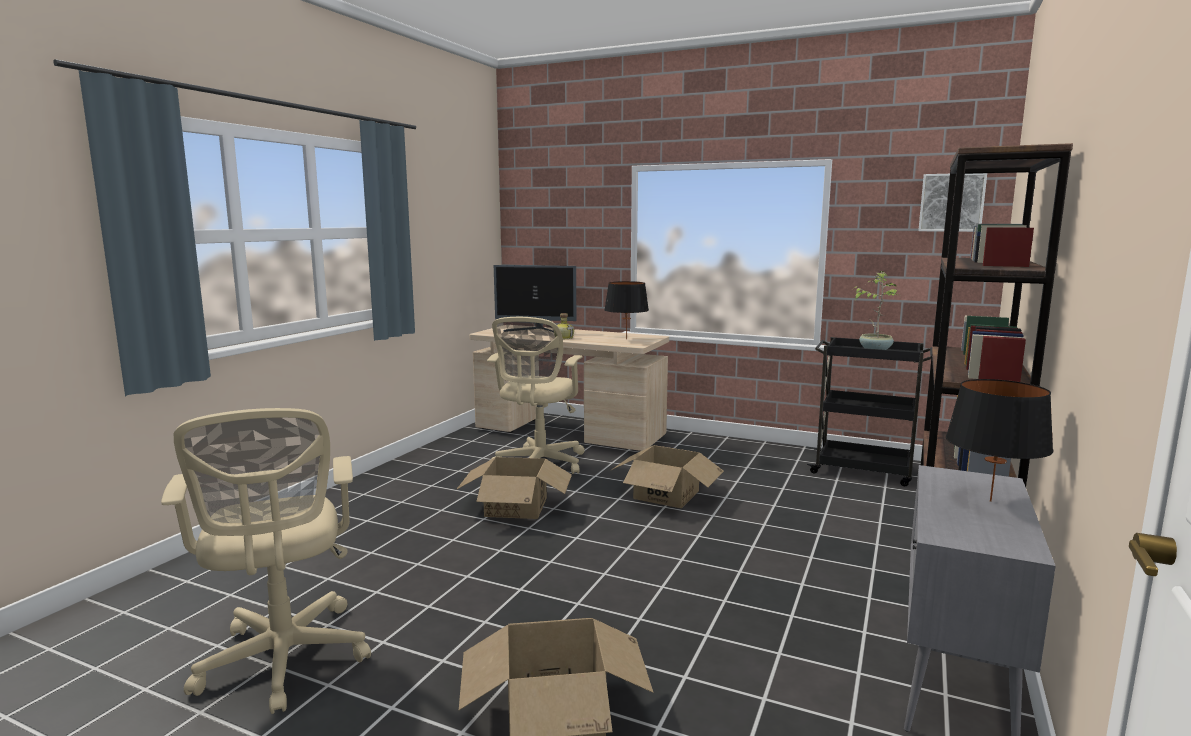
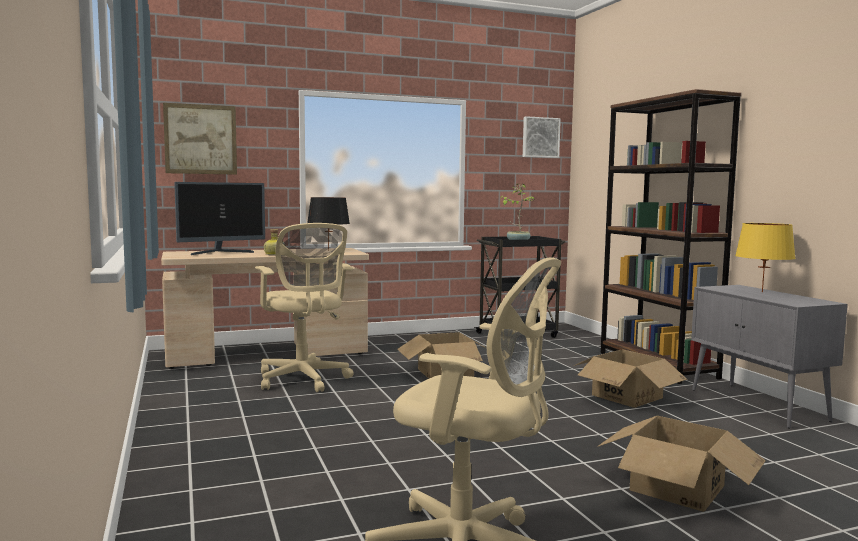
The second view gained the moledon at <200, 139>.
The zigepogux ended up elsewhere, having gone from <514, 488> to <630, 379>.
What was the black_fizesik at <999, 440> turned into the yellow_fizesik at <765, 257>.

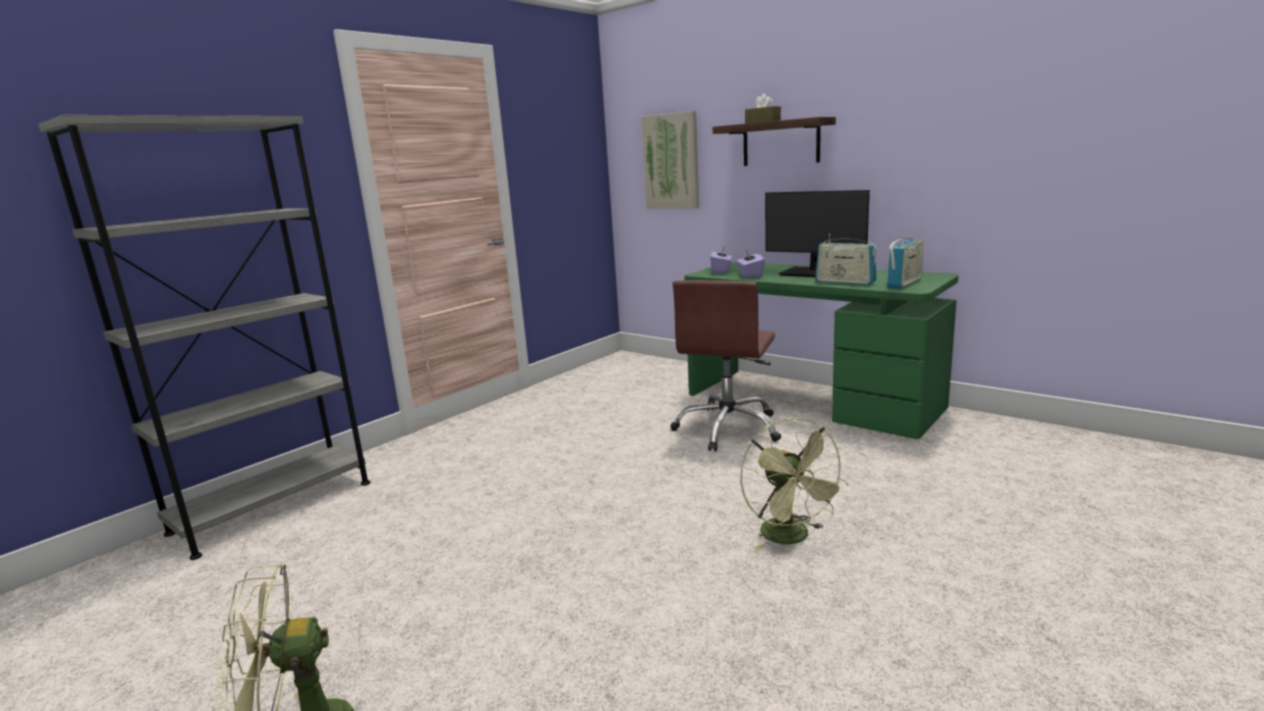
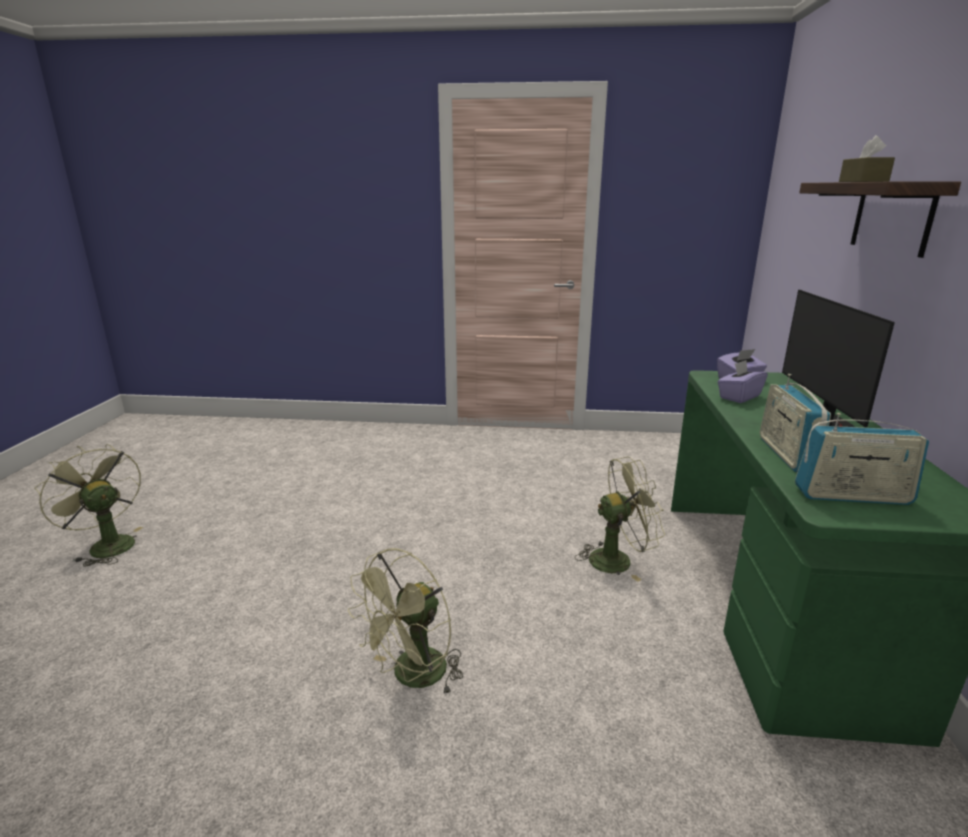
The second view lost the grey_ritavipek at <204, 337>.
The second view lost the moledon at <670, 160>.
Where the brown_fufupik stood at <725, 365>, the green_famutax came to stand at <620, 519>.

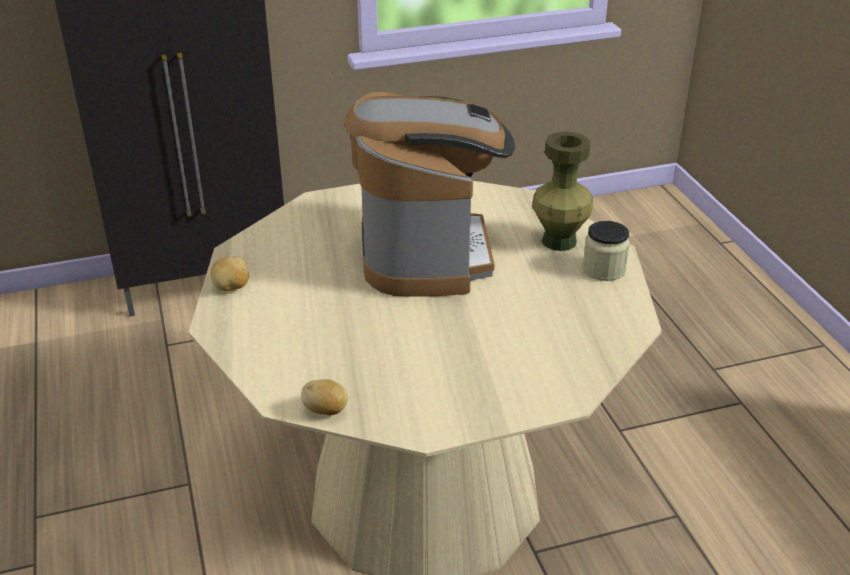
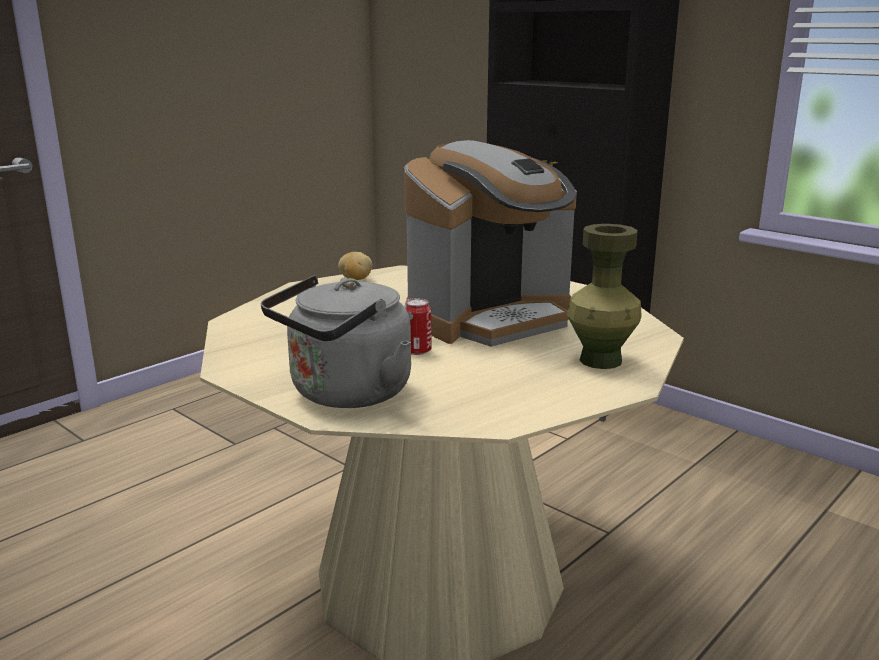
The second view lost the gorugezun at <324, 397>.
The second view lost the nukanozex at <606, 251>.
The second view gained the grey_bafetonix at <336, 341>.
The second view gained the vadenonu at <417, 326>.

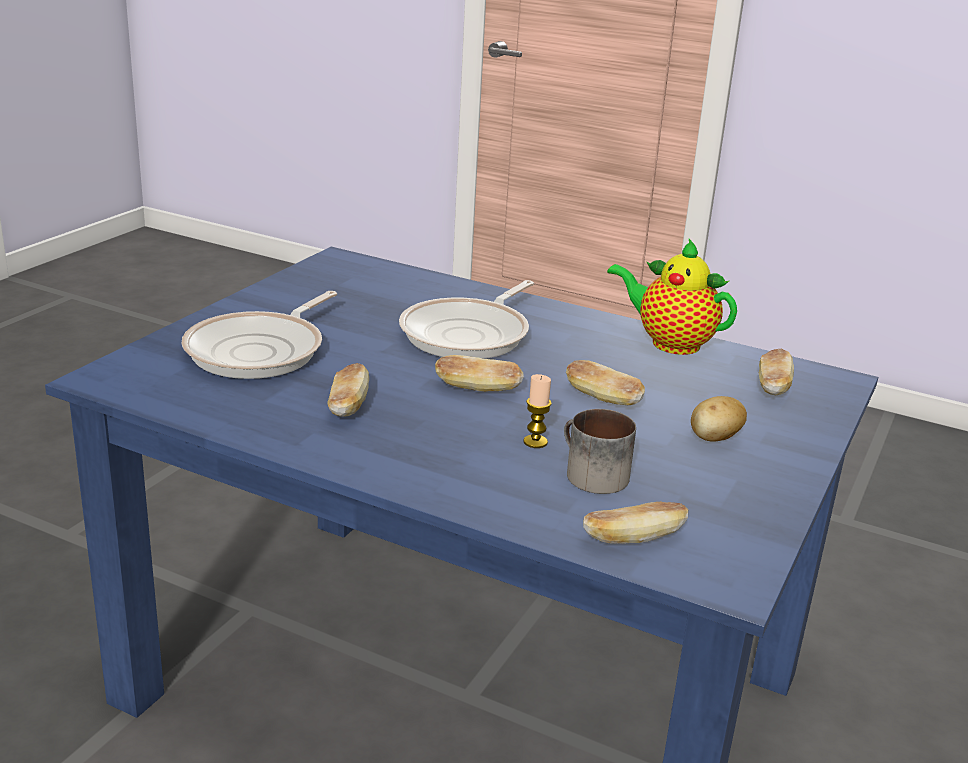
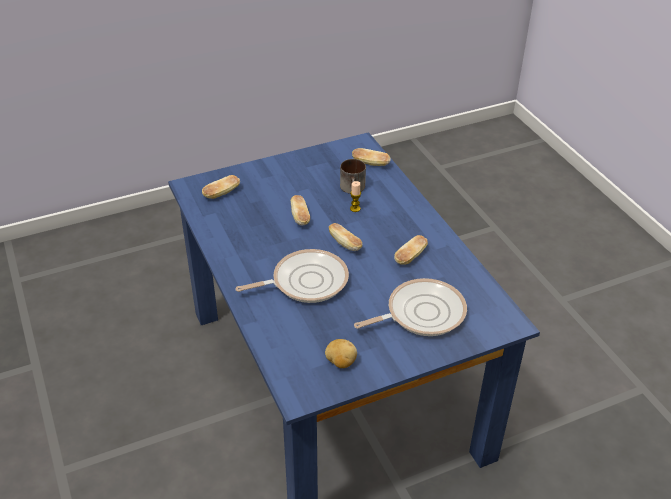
The second view lost the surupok at <672, 297>.
The gorugezun ended up elsewhere, having gone from <719, 419> to <341, 353>.

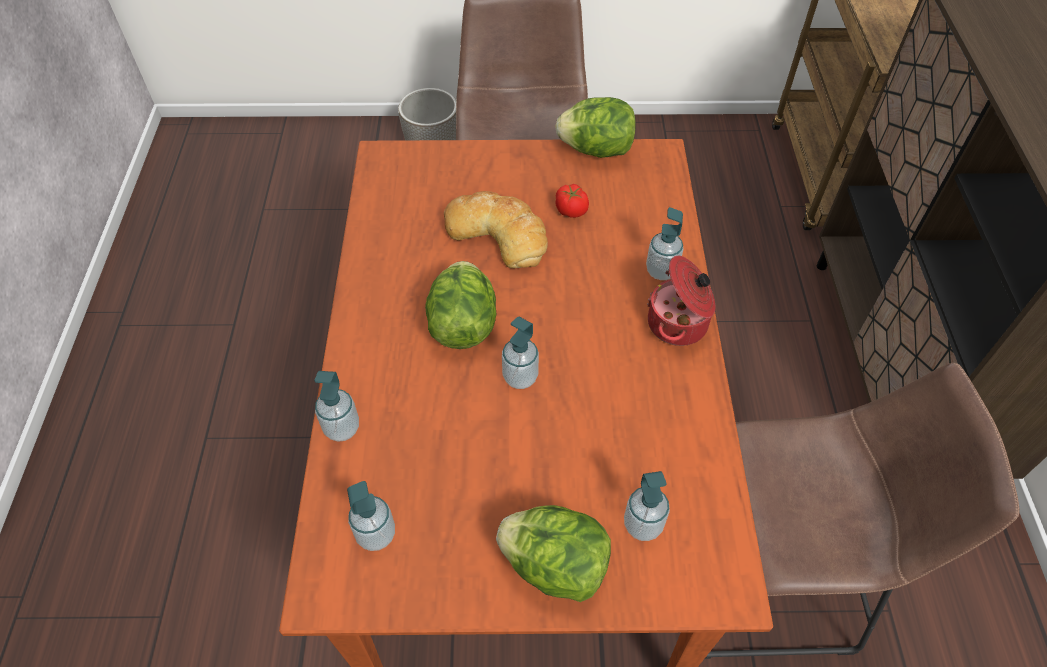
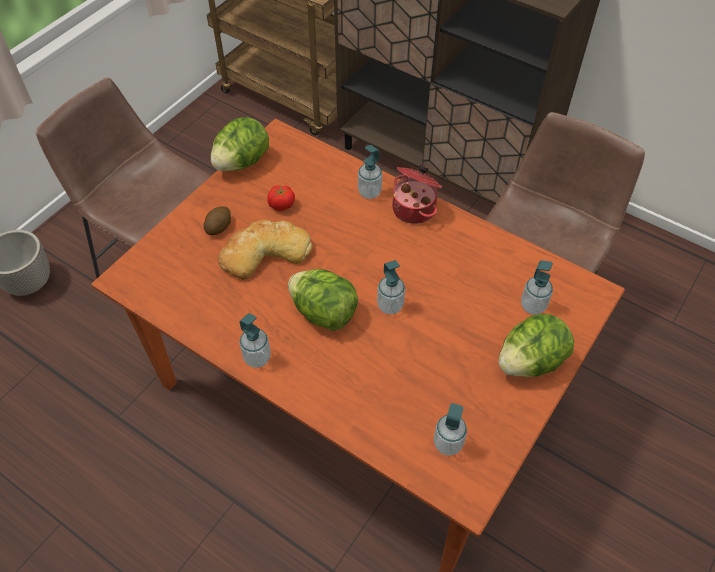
The second view gained the gorugezun at <217, 220>.
The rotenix ended up elsewhere, having gone from <336, 406> to <255, 340>.

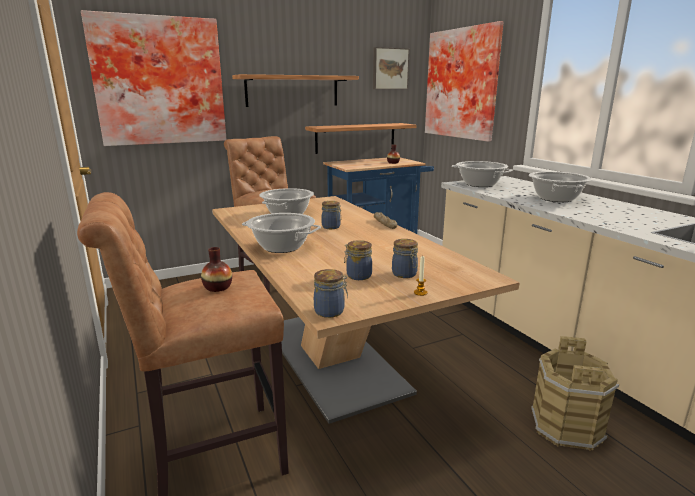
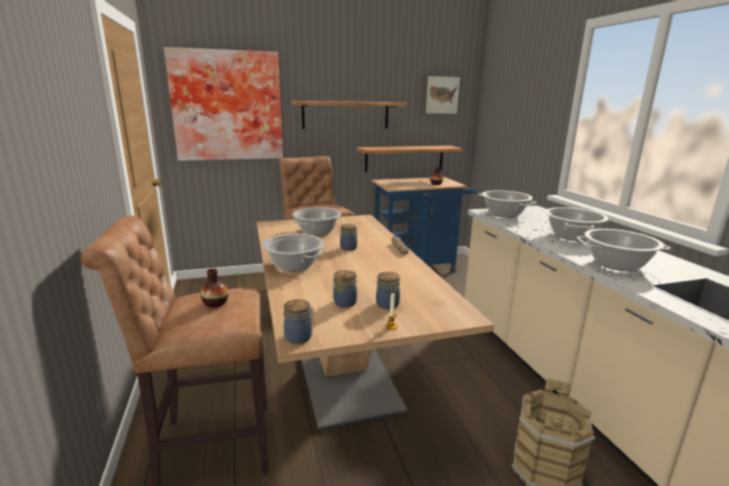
The second view lost the moledon at <464, 81>.
The second view gained the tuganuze at <624, 250>.

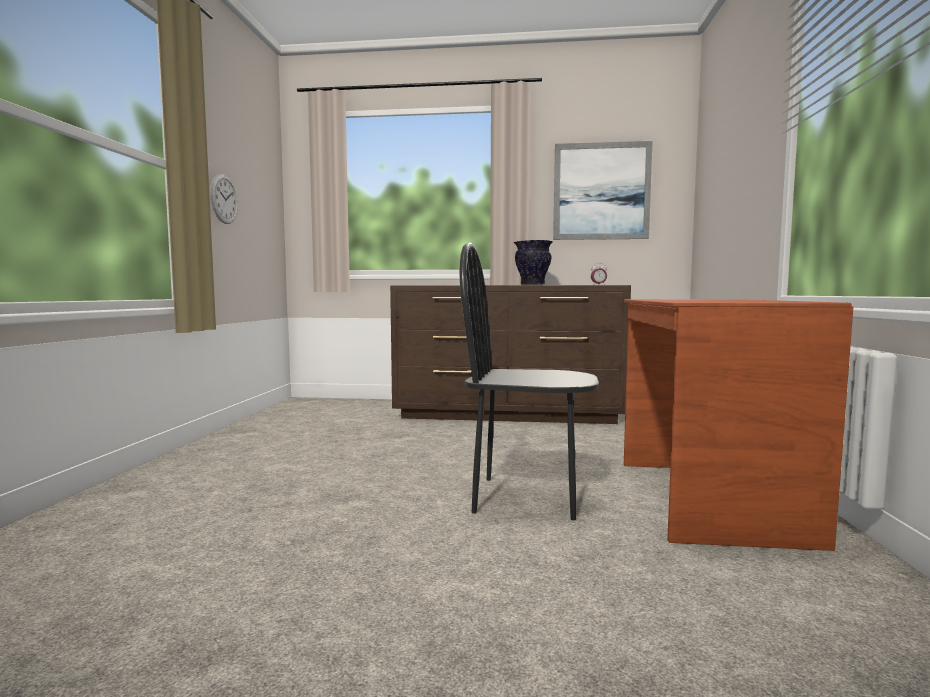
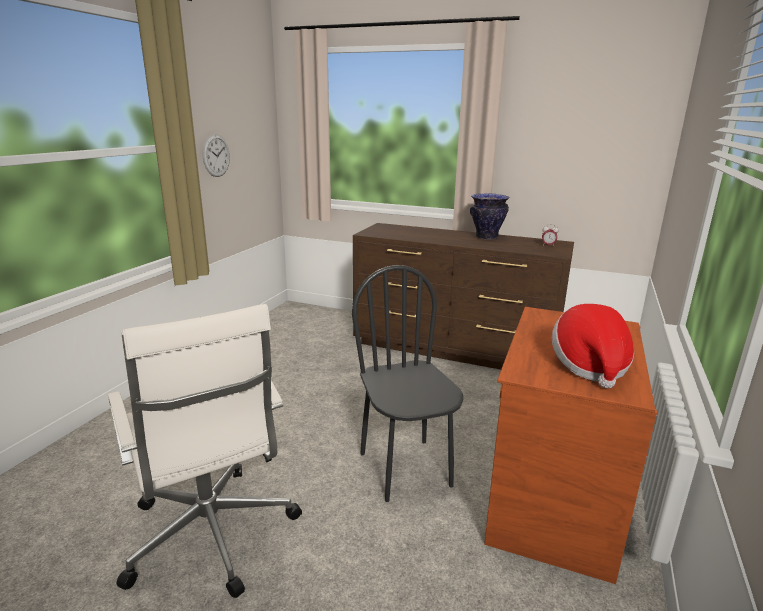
The second view lost the moledon at <603, 190>.
The second view gained the white_fufupik at <205, 451>.
The second view gained the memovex at <593, 346>.
The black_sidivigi at <529, 381> ended up facing another way, 45 degrees clockwise from before.

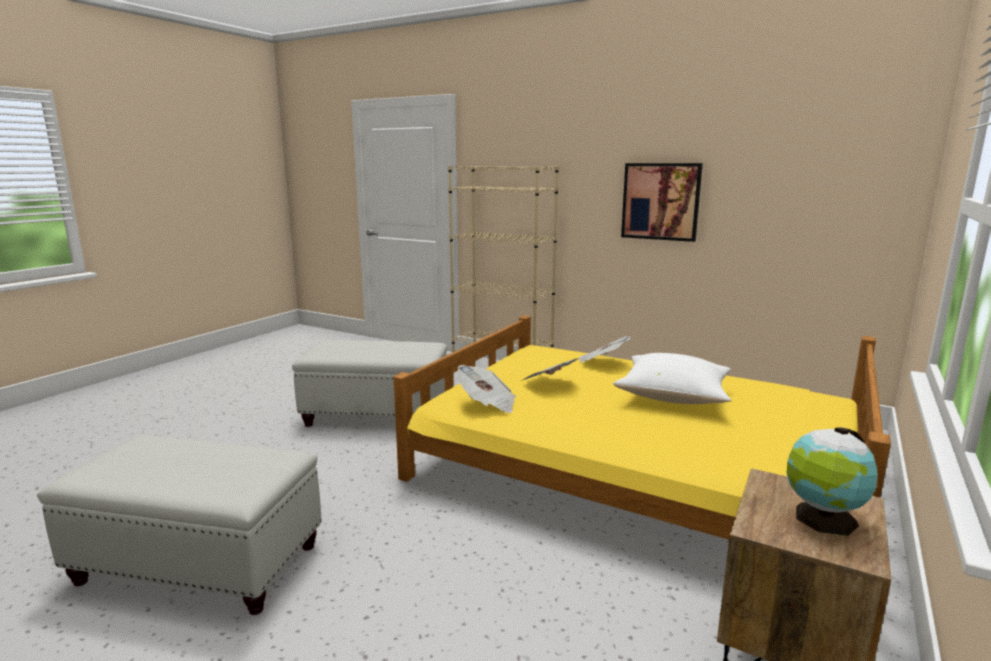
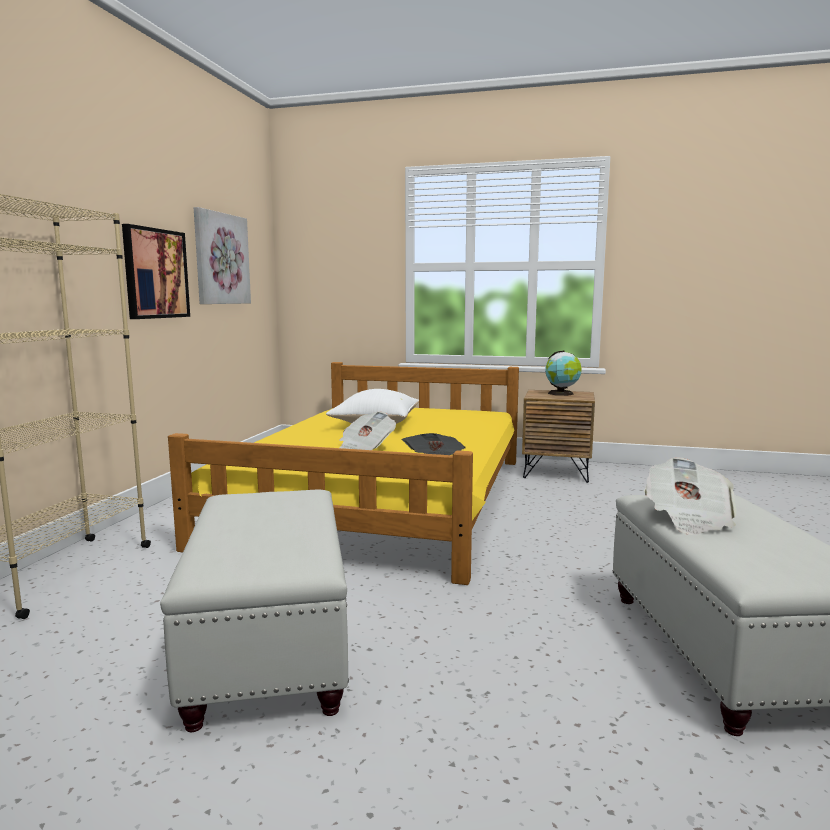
The second view gained the moledon at <222, 255>.
The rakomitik ended up elsewhere, having gone from <604, 349> to <690, 496>.

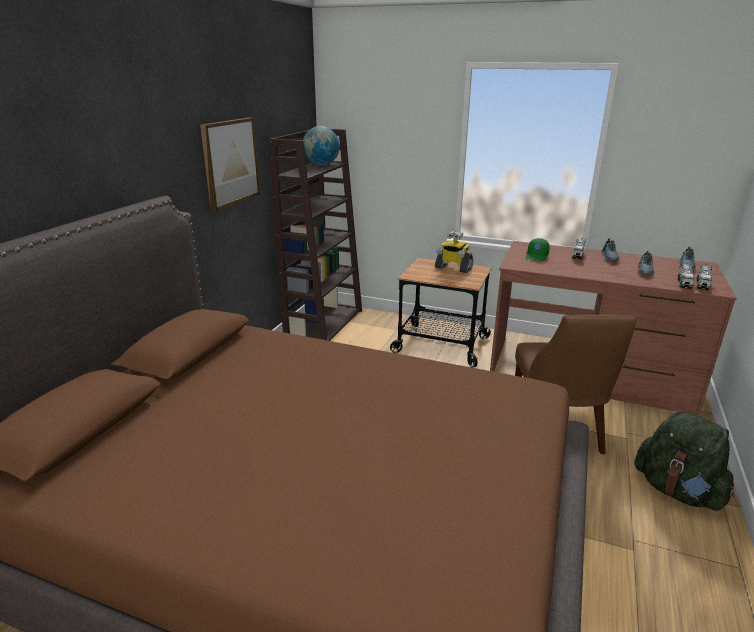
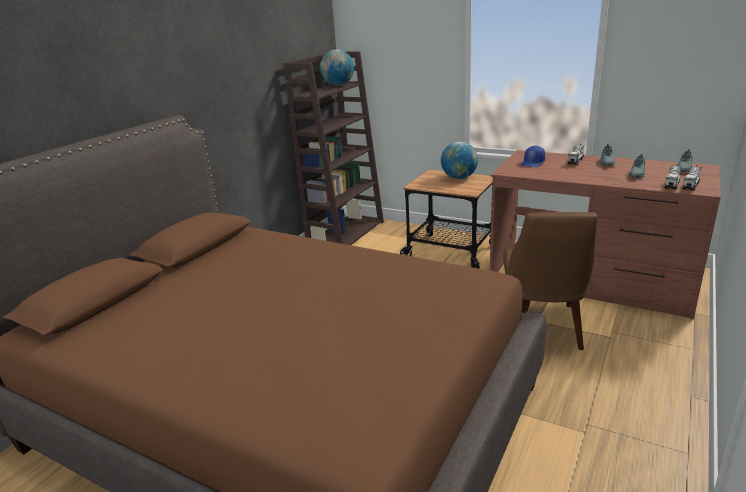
The second view lost the moledon at <230, 164>.
The second view lost the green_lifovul at <684, 461>.
Where the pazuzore stood at <454, 252>, the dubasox came to stand at <459, 160>.
What was the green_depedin at <538, 249> turned into the blue_depedin at <533, 156>.

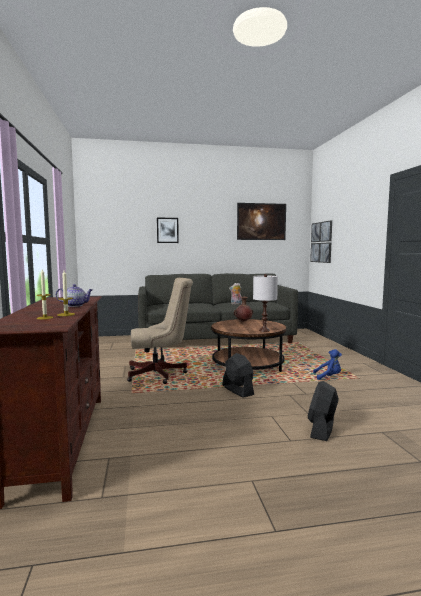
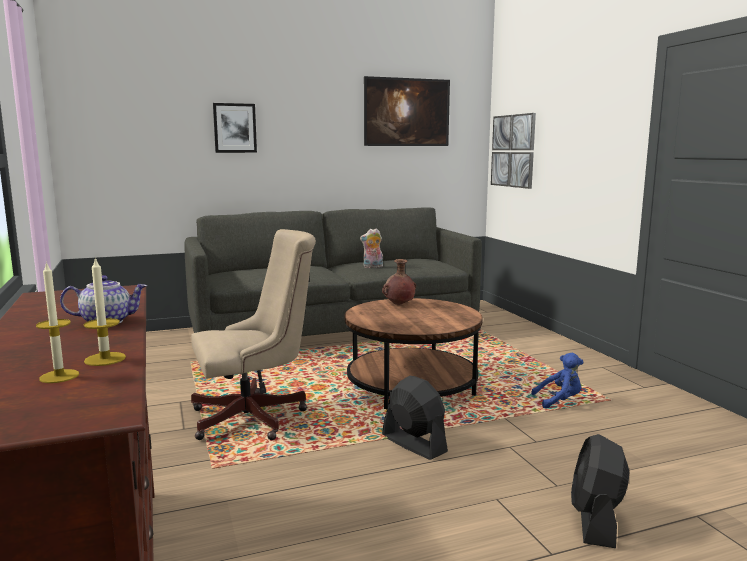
The second view lost the white_fizesik at <265, 303>.

